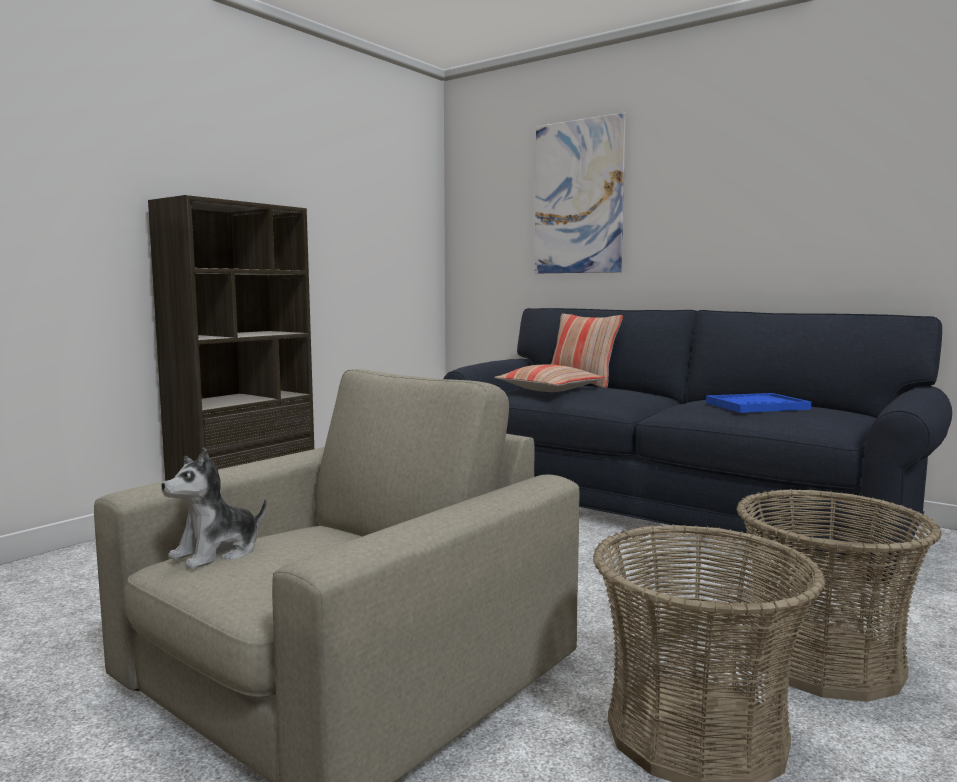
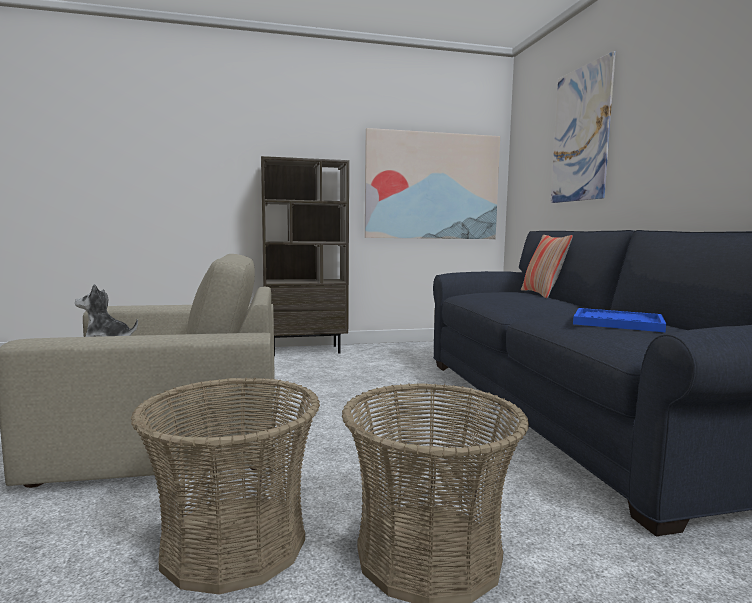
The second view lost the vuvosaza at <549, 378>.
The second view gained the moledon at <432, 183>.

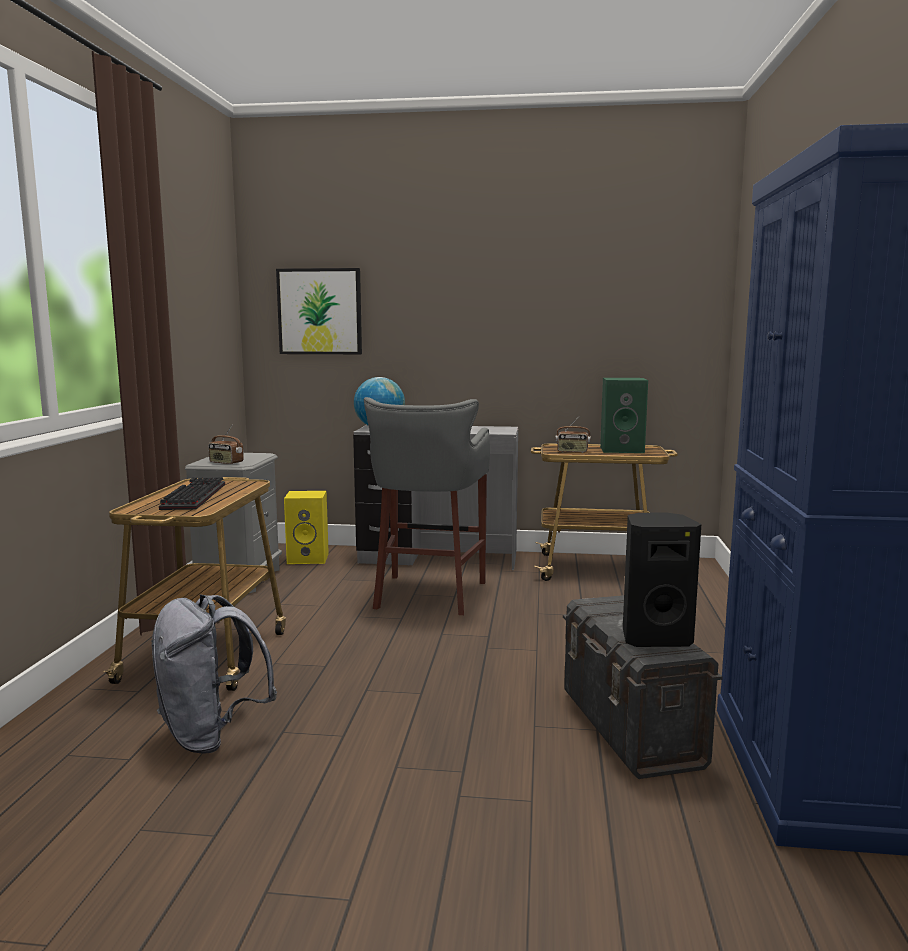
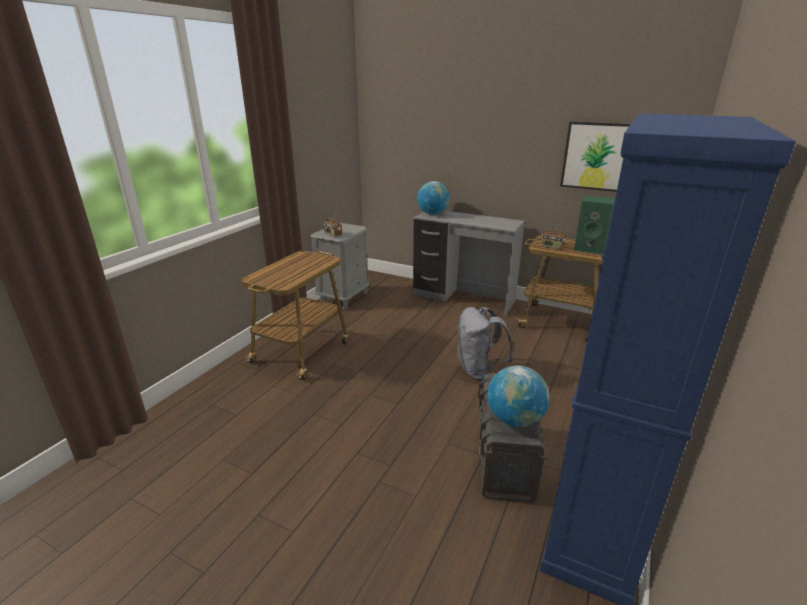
The second view lost the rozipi at <192, 493>.
The second view lost the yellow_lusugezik at <306, 527>.
The second view lost the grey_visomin at <427, 506>.
The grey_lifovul ended up elsewhere, having gone from <214, 674> to <485, 344>.
The moledon ended up elsewhere, having gone from <319, 311> to <595, 156>.
Where the black_lusugezik stood at <662, 580>, the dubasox came to stand at <519, 396>.

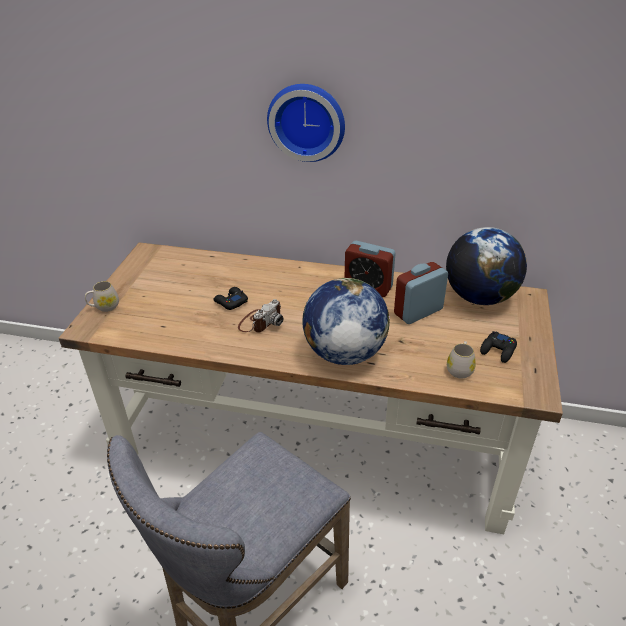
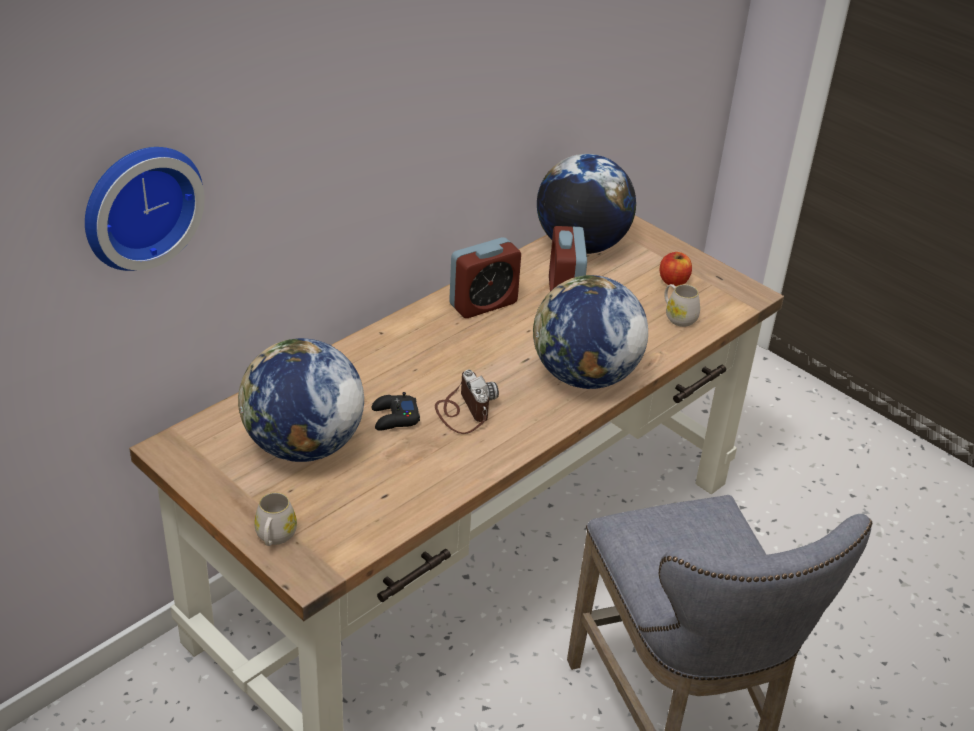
The second view gained the dubasox at <301, 400>.
The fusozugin ended up elsewhere, having gone from <306, 123> to <145, 209>.
Where the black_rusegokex stood at <498, 347>, the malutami came to stand at <676, 269>.

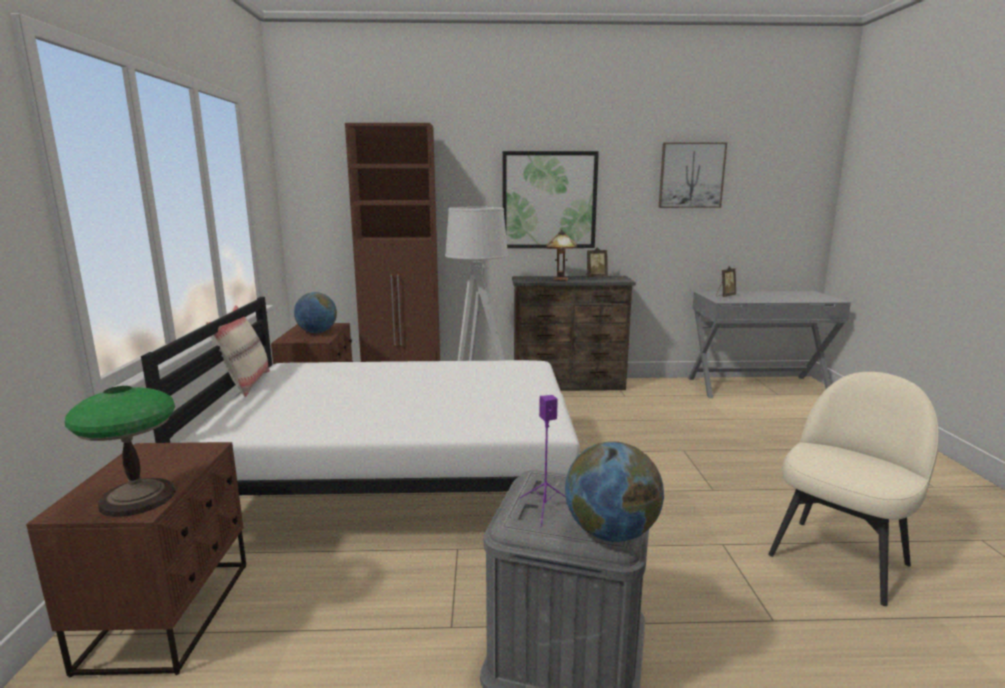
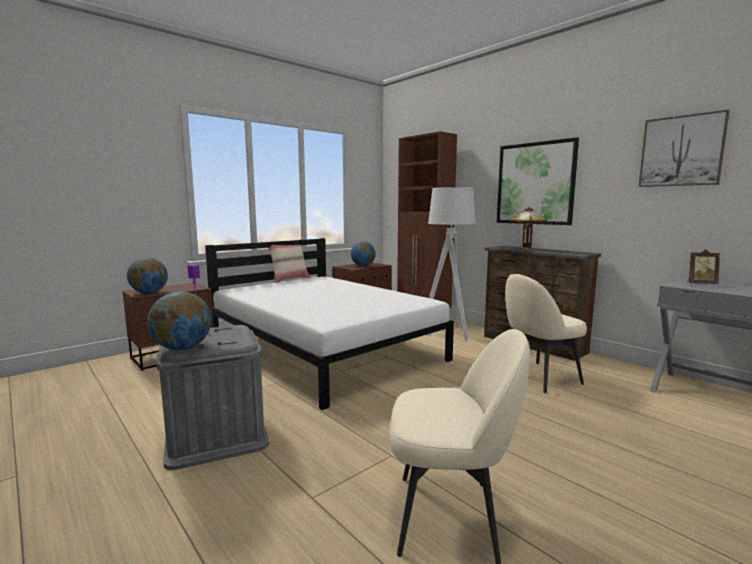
The second view lost the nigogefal at <597, 262>.
The second view gained the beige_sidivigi at <546, 333>.
Where the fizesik stood at <120, 451>, the dubasox came to stand at <147, 275>.

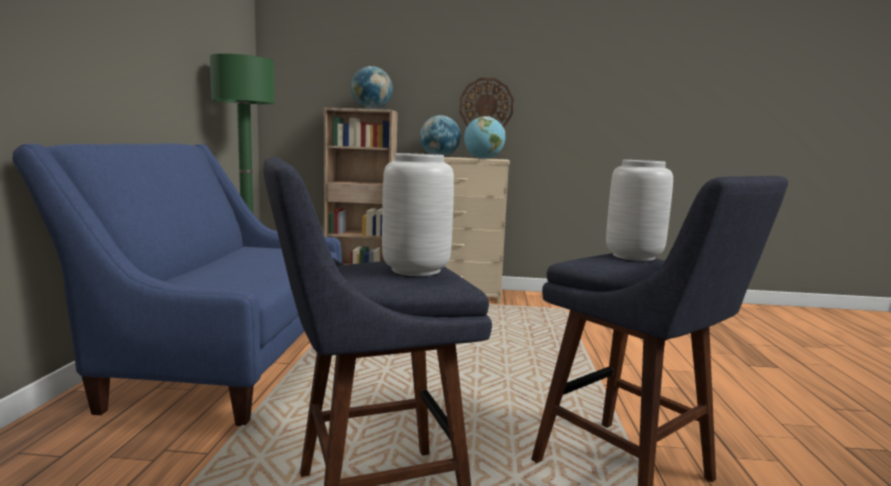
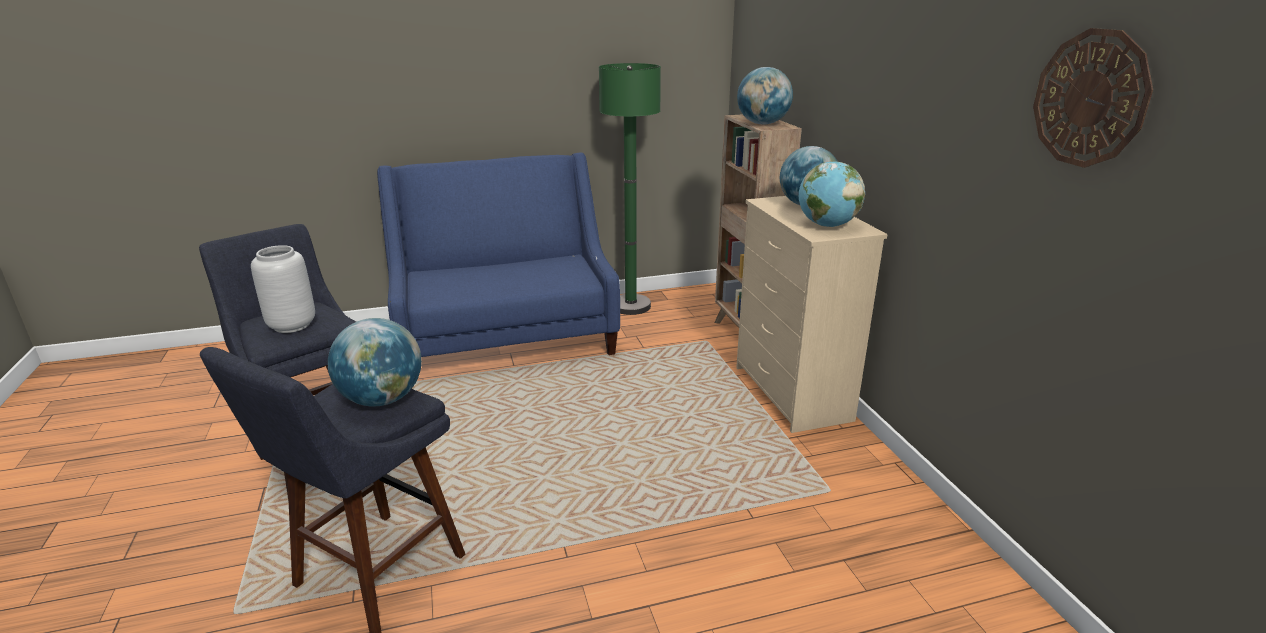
The fusozugin ended up elsewhere, having gone from <486, 102> to <1093, 98>.
Where the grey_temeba stood at <639, 210>, the dubasox came to stand at <375, 362>.

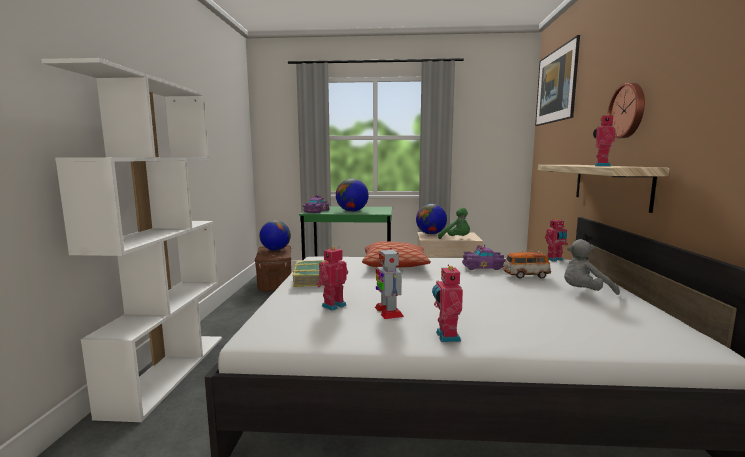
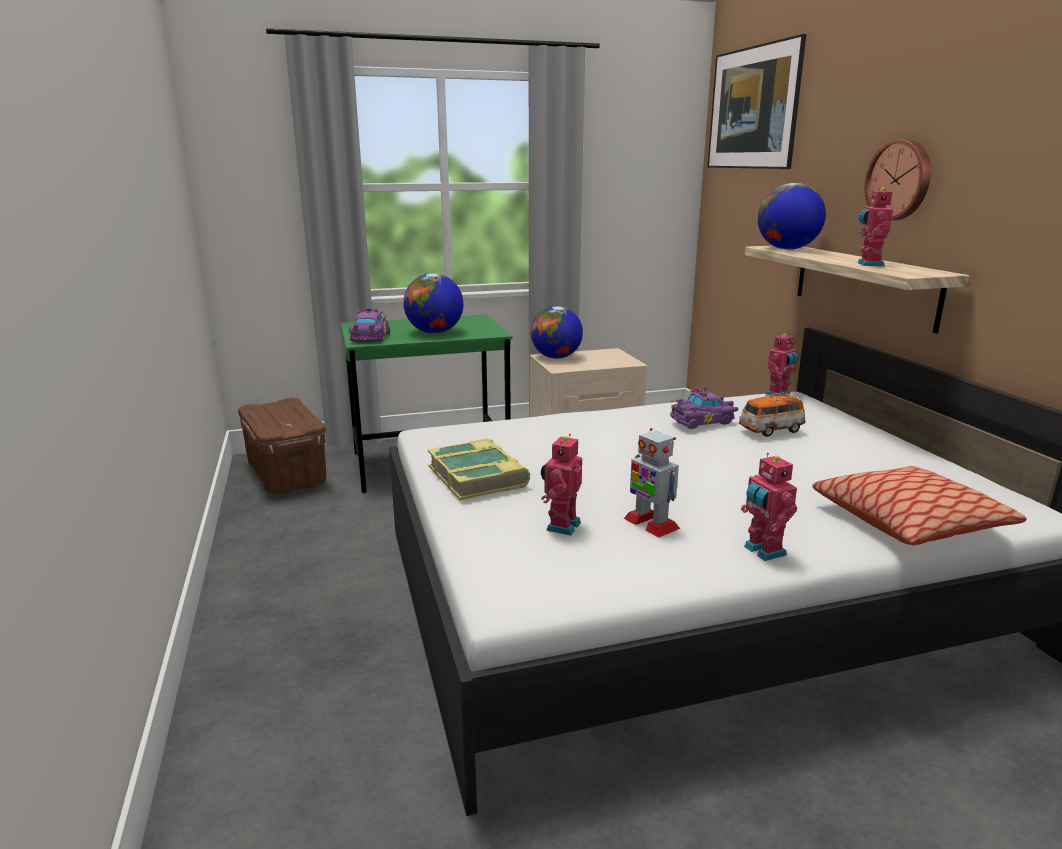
The second view lost the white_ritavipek at <131, 240>.
The second view lost the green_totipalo at <454, 223>.
The second view lost the grey_totipalo at <592, 267>.
The dubasox ended up elsewhere, having gone from <275, 235> to <792, 216>.
The vuvosaza ended up elsewhere, having gone from <396, 254> to <920, 505>.

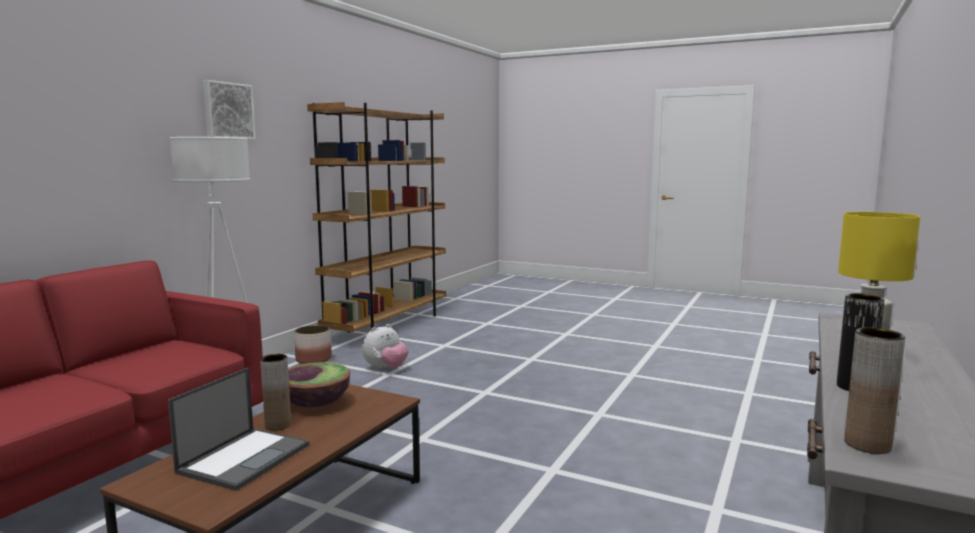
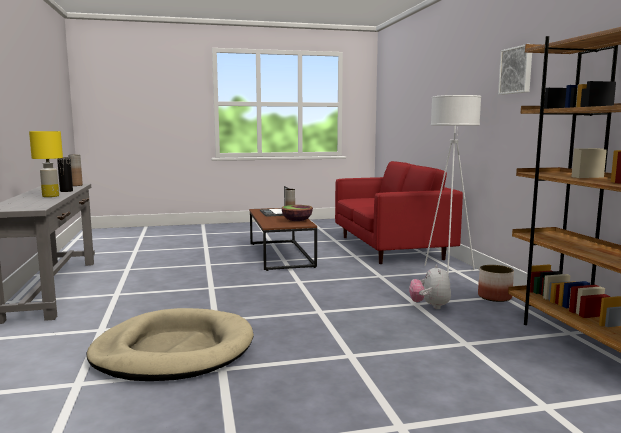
The second view gained the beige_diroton at <170, 344>.

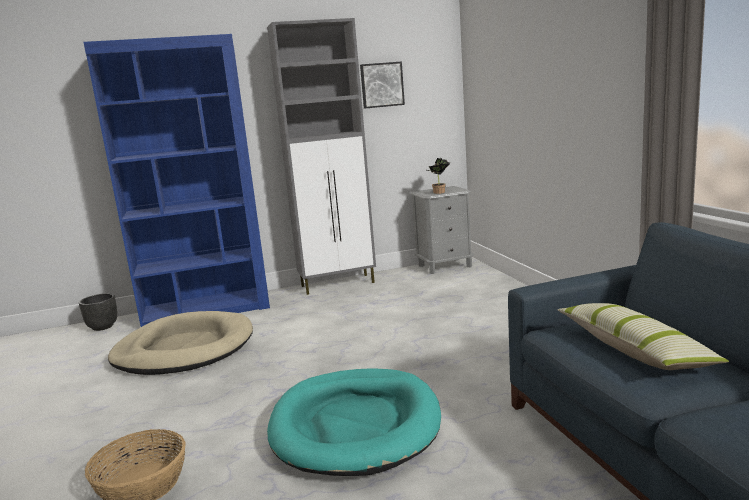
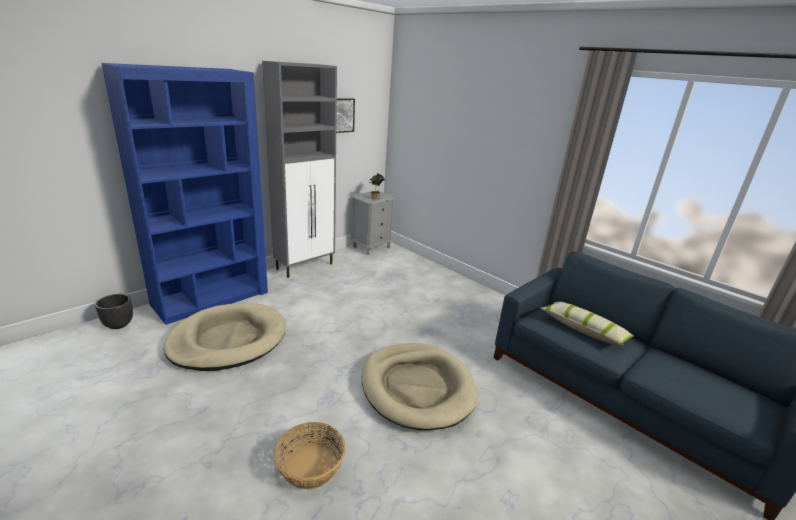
What was the turquoise_diroton at <354, 422> turned into the beige_diroton at <419, 386>.

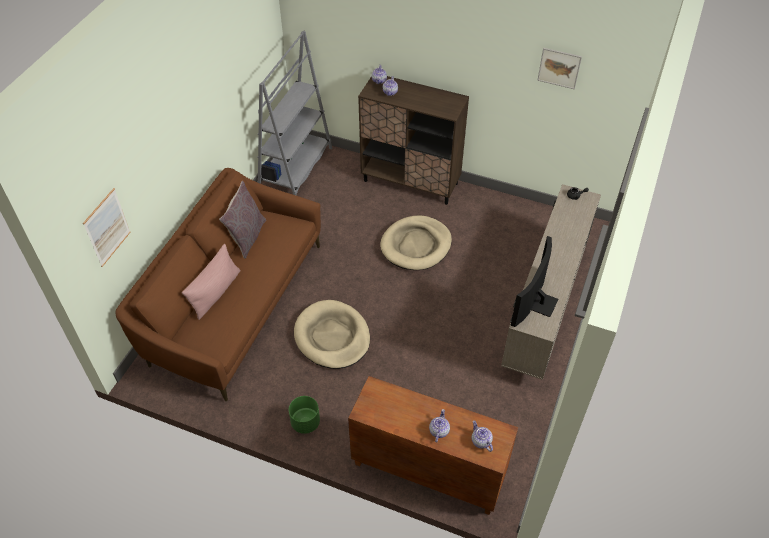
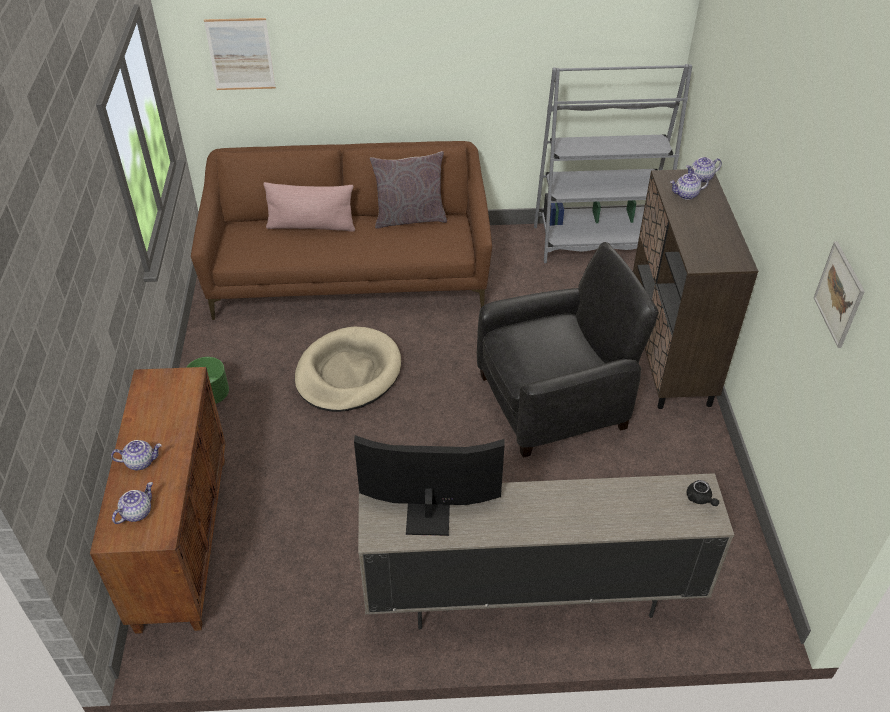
Where the beige_diroton stood at <416, 242>, the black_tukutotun came to stand at <568, 350>.

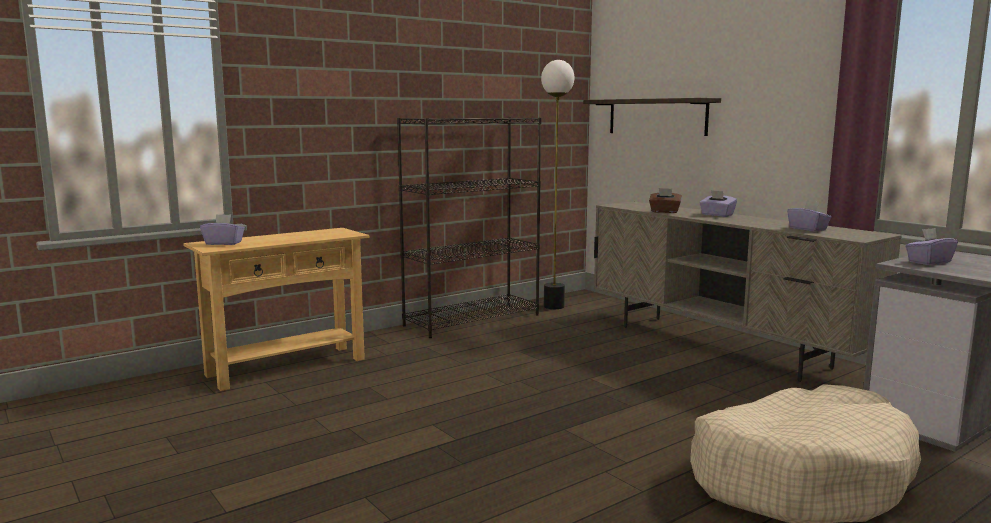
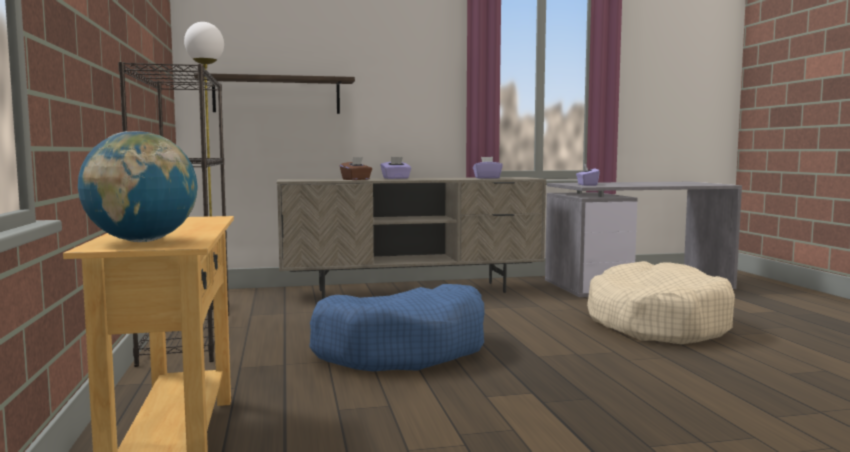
The second view gained the blue_diroton at <397, 327>.
Where the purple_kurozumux stood at <222, 229>, the dubasox came to stand at <137, 186>.

